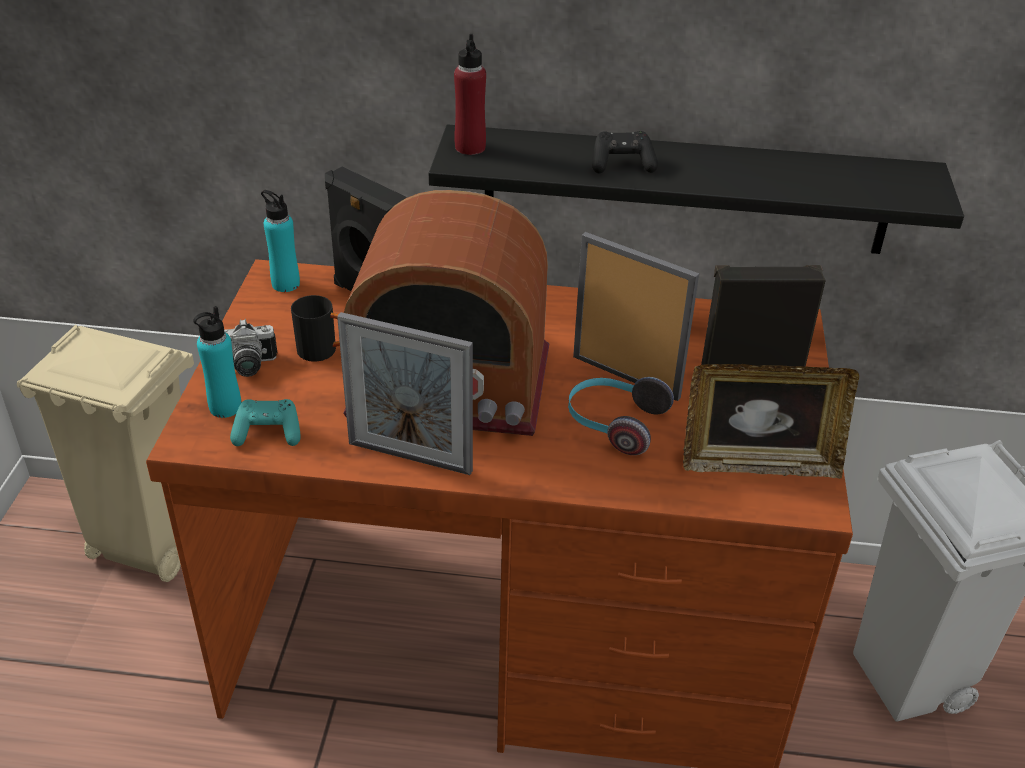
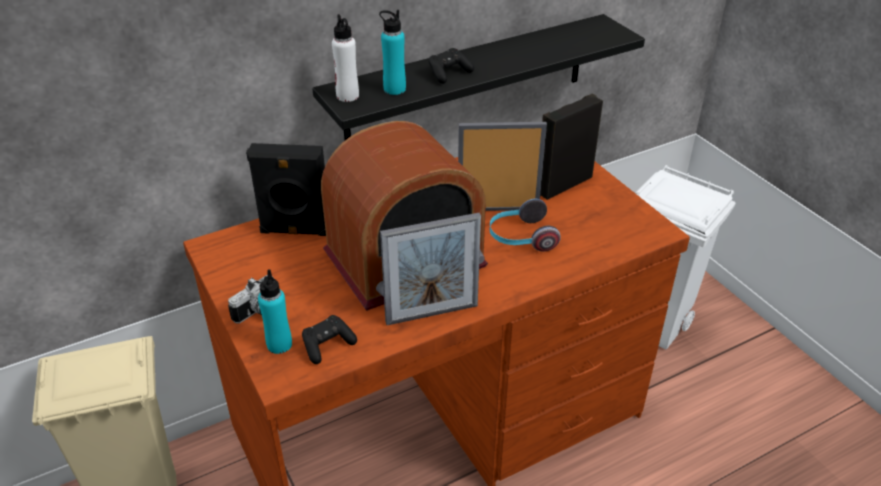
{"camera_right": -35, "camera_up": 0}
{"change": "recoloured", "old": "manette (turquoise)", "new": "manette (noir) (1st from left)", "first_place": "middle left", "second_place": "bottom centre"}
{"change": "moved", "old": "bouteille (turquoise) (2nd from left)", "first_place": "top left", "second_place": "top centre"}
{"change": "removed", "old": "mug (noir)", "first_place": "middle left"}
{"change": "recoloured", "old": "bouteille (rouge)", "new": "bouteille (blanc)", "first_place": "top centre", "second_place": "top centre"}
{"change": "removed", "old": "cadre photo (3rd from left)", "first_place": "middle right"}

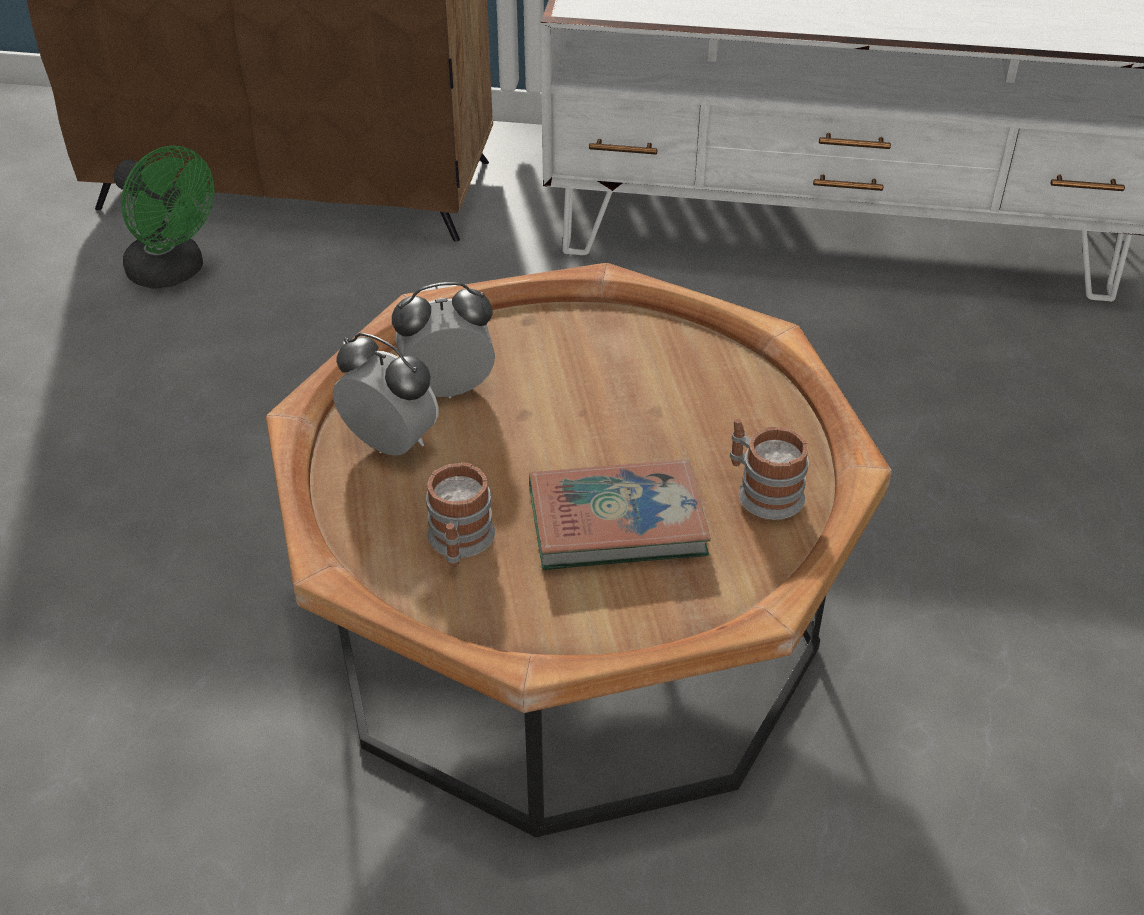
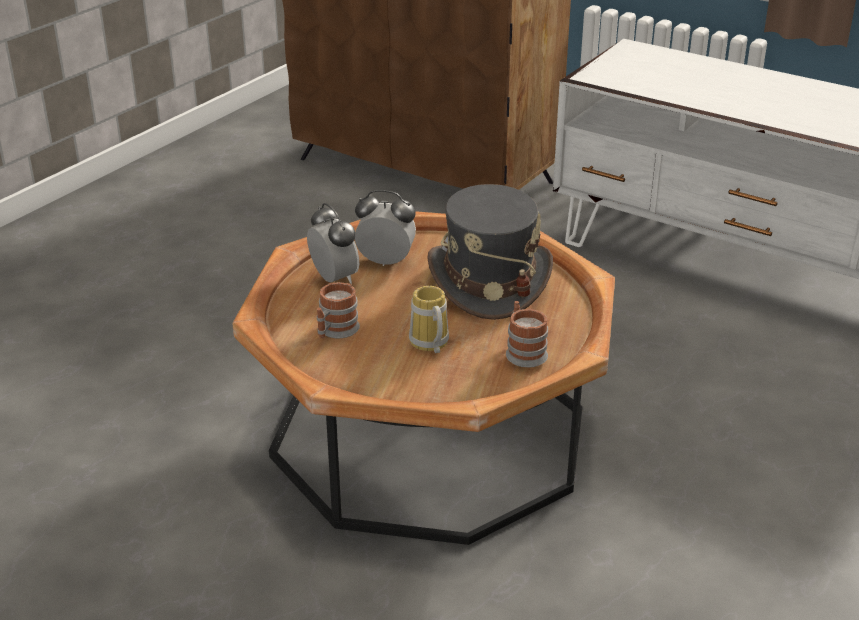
{"camera_right": 25, "camera_up": -10}
{"change": "removed", "old": "ventilateur (vert)", "first_place": "top left"}
{"change": "replaced", "old": "livre", "new": "mug (2nd from left)", "first_place": "centre", "second_place": "centre"}
{"change": "added", "new": "chapeau (gris)", "second_place": "centre"}

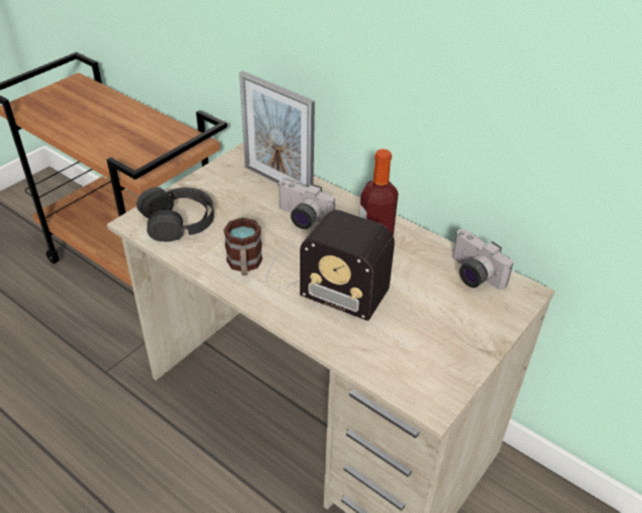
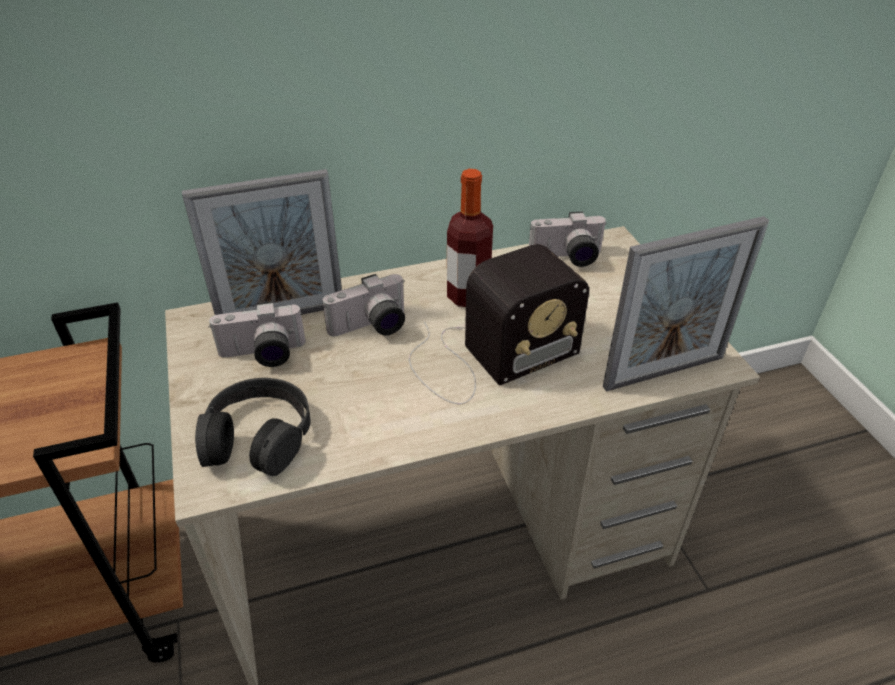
{"camera_right": -55, "camera_up": 0}
{"change": "removed", "old": "mug", "first_place": "centre"}
{"change": "added", "new": "appareil photo (1st from left)", "second_place": "middle left"}
{"change": "added", "new": "cadre photo (2nd from left)", "second_place": "middle right"}

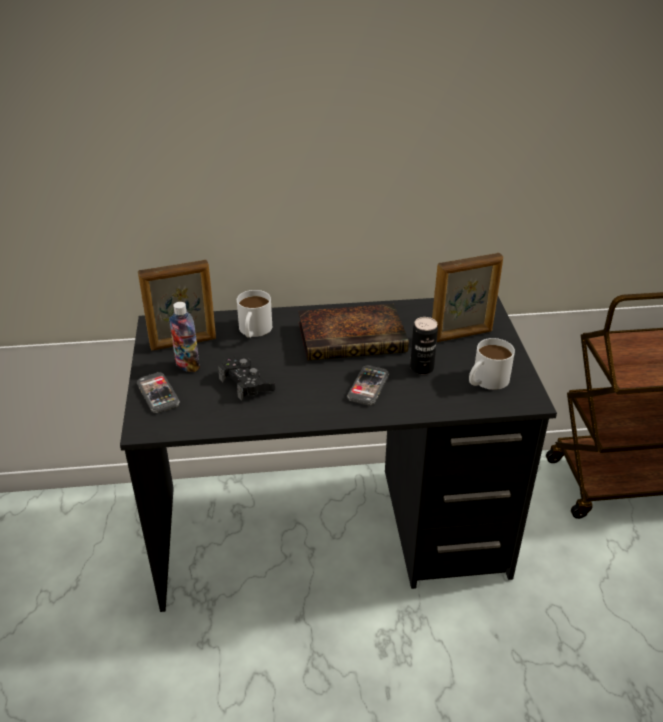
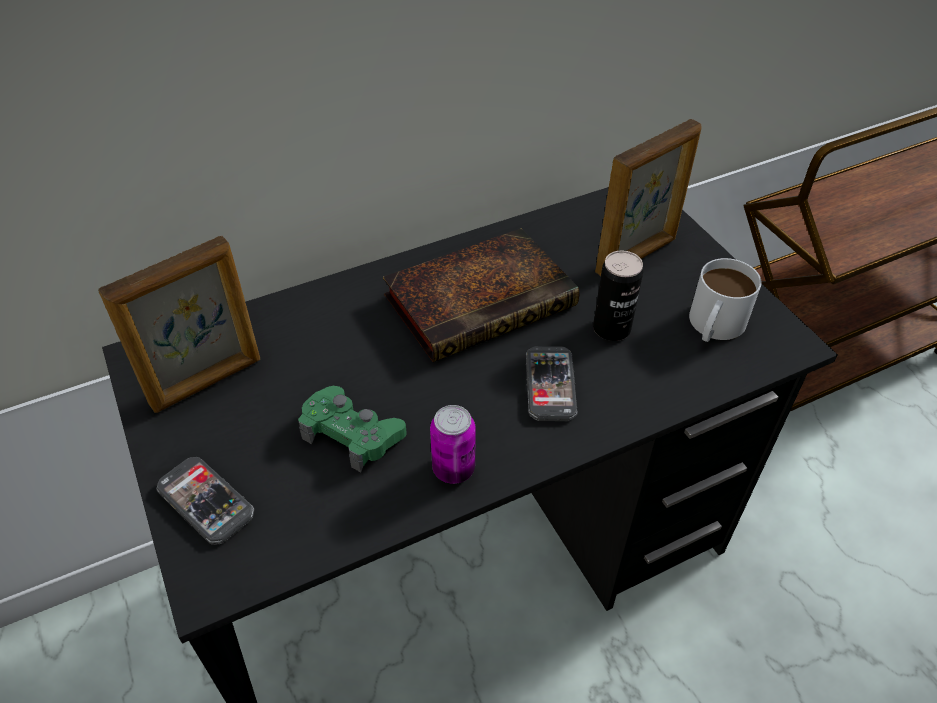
{"camera_right": -20, "camera_up": 10}
{"change": "removed", "old": "bouteille", "first_place": "middle left"}
{"change": "recoloured", "old": "manette (noir)", "new": "manette (vert)", "first_place": "centre", "second_place": "centre"}
{"change": "removed", "old": "mug (blanc) (1st from left)", "first_place": "centre"}
{"change": "added", "new": "boîte métallique (1st from left)", "second_place": "centre"}

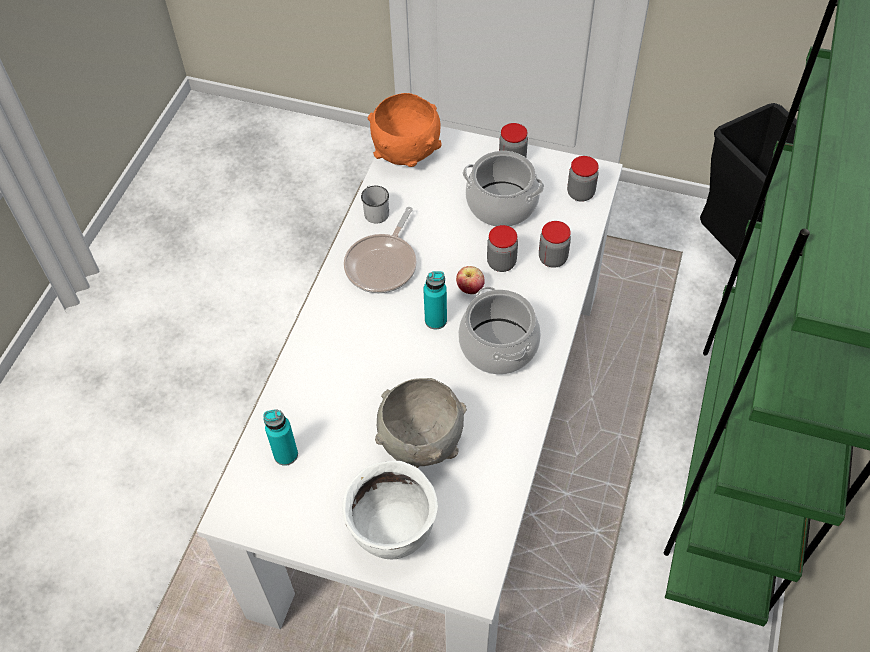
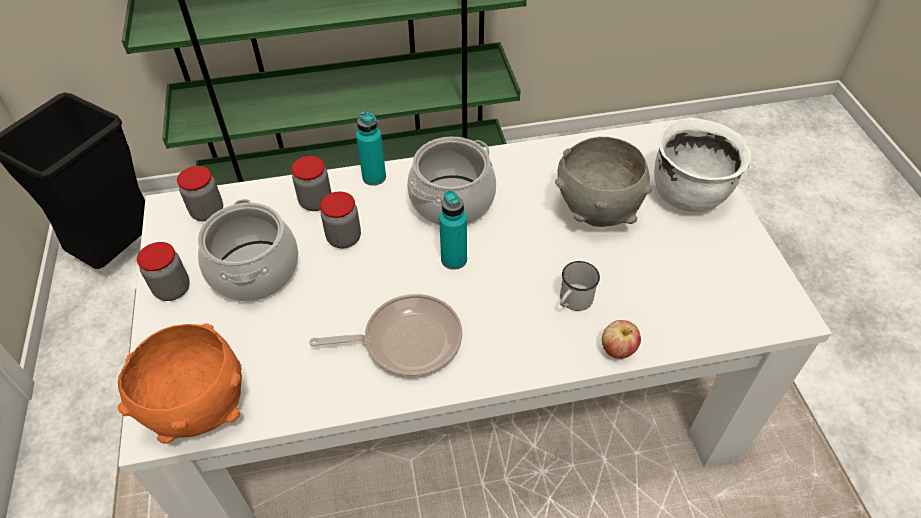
{"camera_right": -120, "camera_up": -5}
{"change": "moved", "old": "bouteille (turquoise) (1st from left)", "first_place": "bottom left", "second_place": "top centre"}
{"change": "moved", "old": "mug (blanc)", "first_place": "top centre", "second_place": "centre"}
{"change": "moved", "old": "pomme", "first_place": "centre", "second_place": "middle right"}

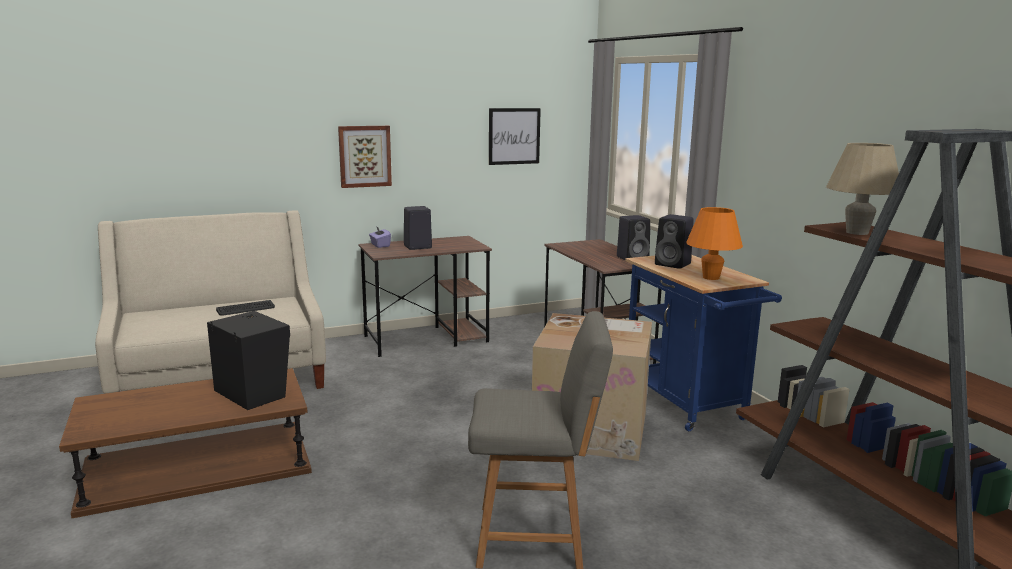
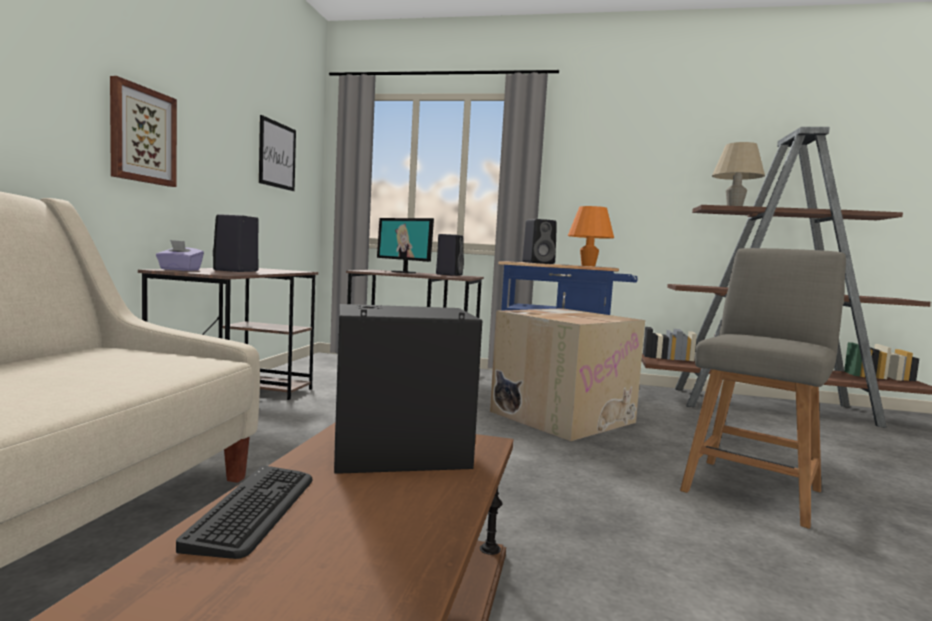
{"camera_right": -55, "camera_up": -10}
{"change": "moved", "old": "clavier", "first_place": "middle left", "second_place": "bottom left"}
{"change": "added", "new": "écran d'ordinateur", "second_place": "centre"}

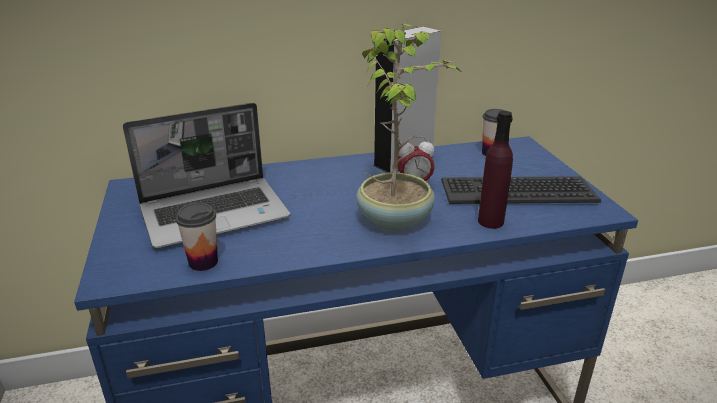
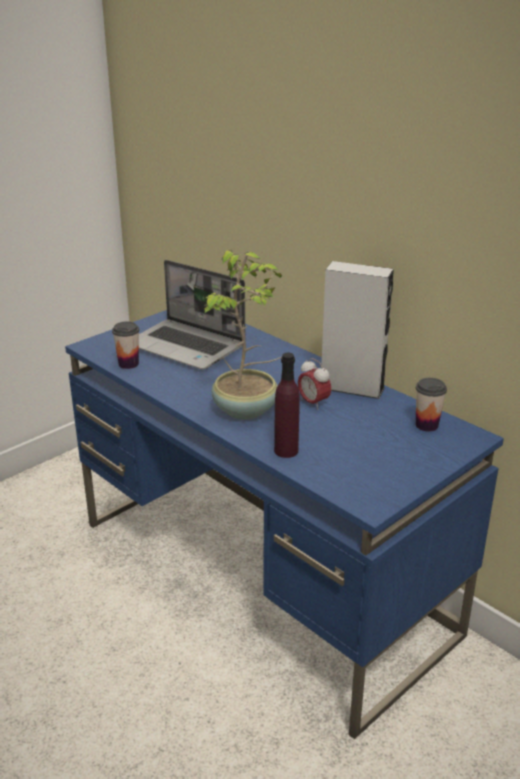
{"camera_right": 60, "camera_up": 0}
{"change": "removed", "old": "clavier", "first_place": "middle right"}

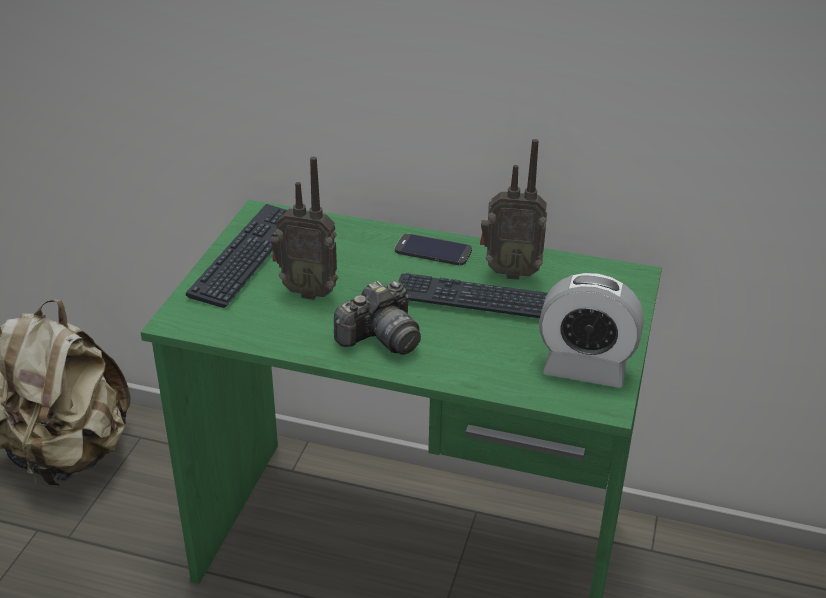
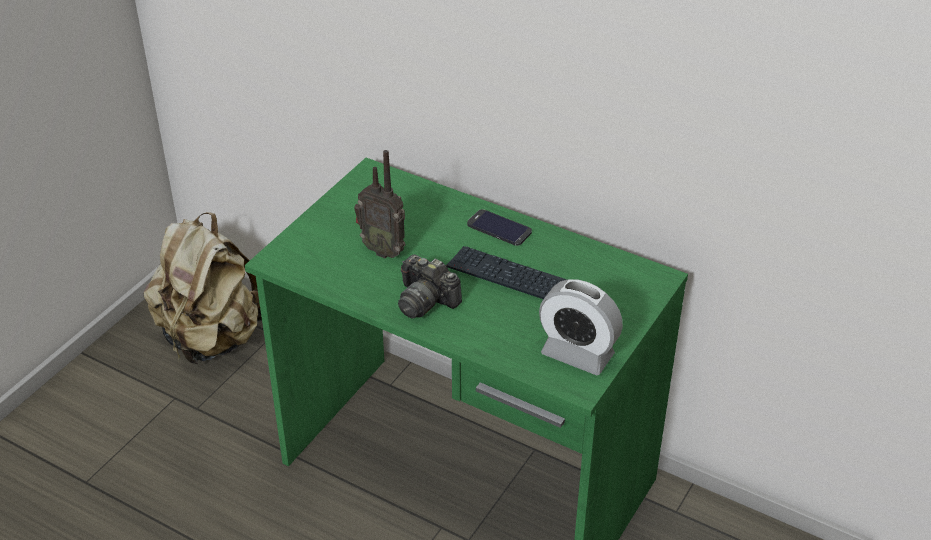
{"camera_right": 15, "camera_up": 5}
{"change": "removed", "old": "clavier (1st from left)", "first_place": "middle left"}
{"change": "turned", "old": "appareil photo", "first_place": "centre", "second_place": "centre", "degrees": 60}
{"change": "removed", "old": "radio (2nd from left)", "first_place": "centre"}

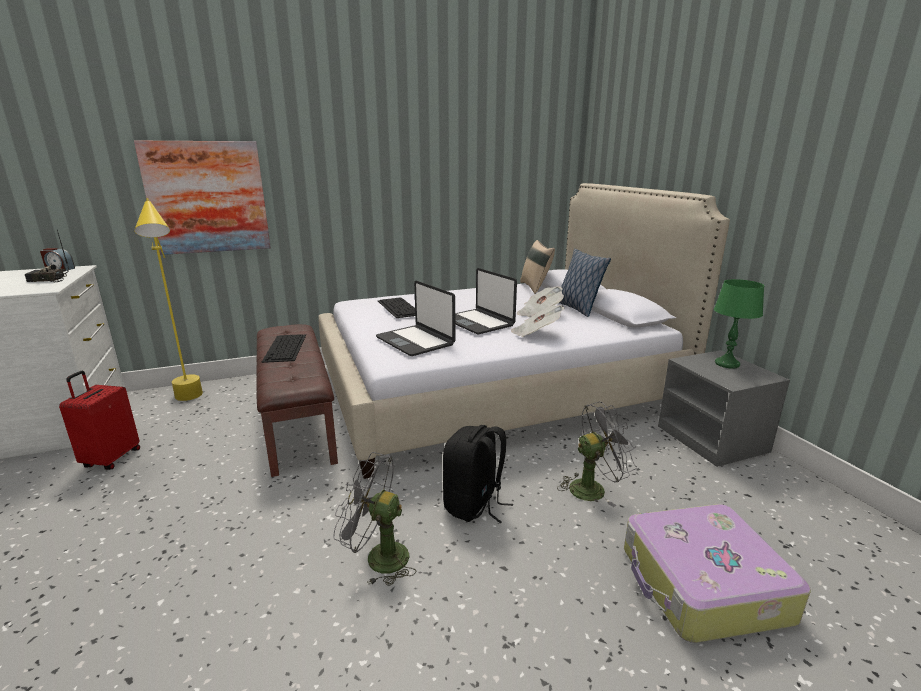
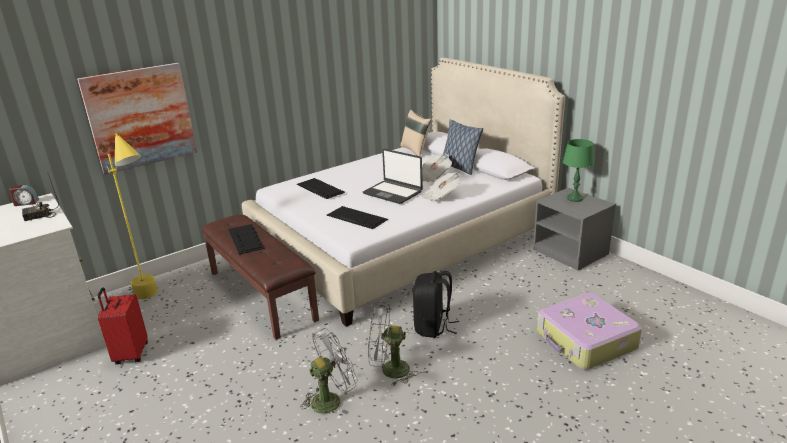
{"camera_right": -15, "camera_up": 5}
{"change": "replaced", "old": "ordinateur portable (1st from left)", "new": "clavier (3rd from left)", "first_place": "centre", "second_place": "centre"}
{"change": "moved", "old": "ventilateur (gris) (2nd from left in the first image)", "new": "ventilateur (gris) (1st from left)", "first_place": "centre", "second_place": "bottom centre"}

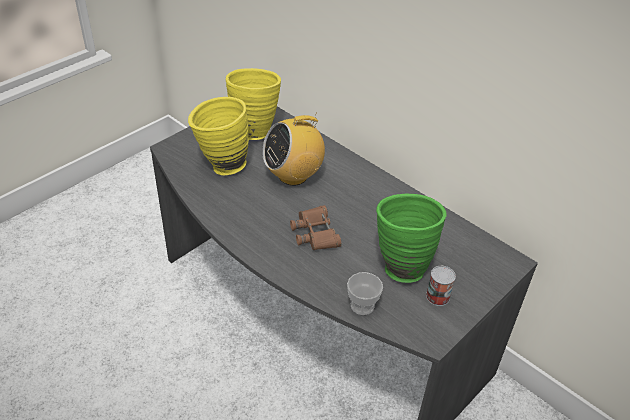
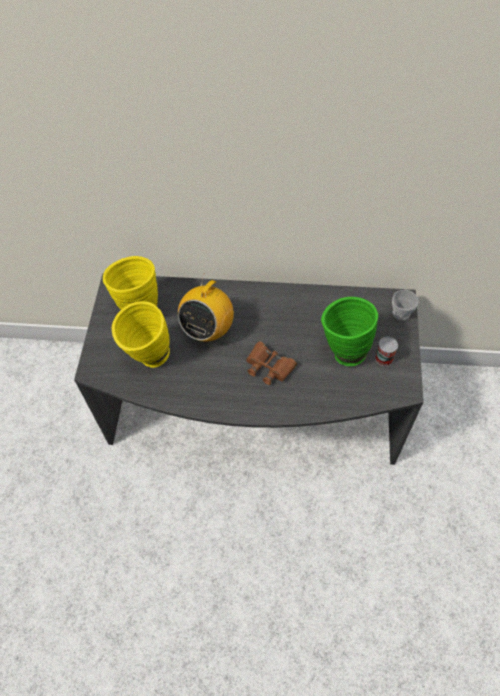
{"camera_right": -35, "camera_up": 15}
{"change": "moved", "old": "tasse", "first_place": "bottom centre", "second_place": "middle right"}

